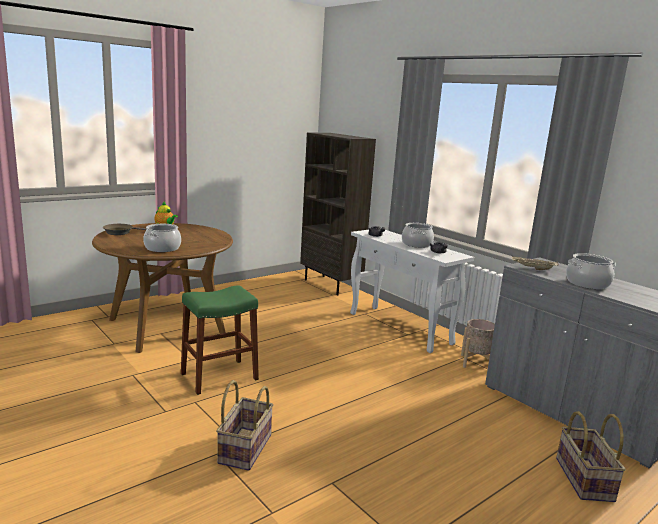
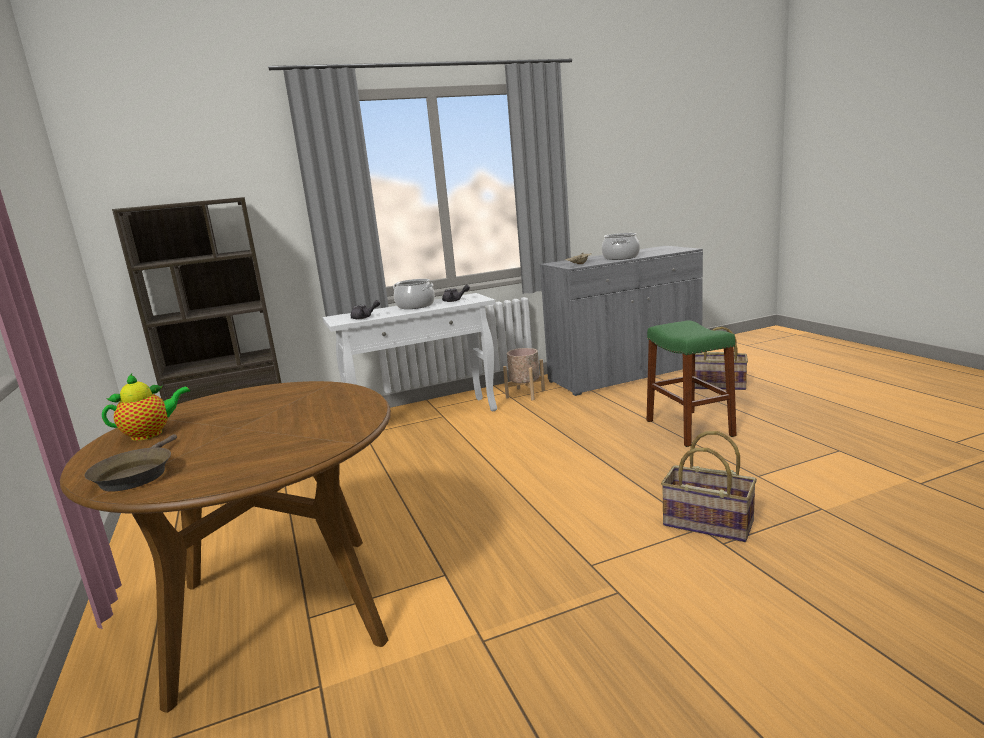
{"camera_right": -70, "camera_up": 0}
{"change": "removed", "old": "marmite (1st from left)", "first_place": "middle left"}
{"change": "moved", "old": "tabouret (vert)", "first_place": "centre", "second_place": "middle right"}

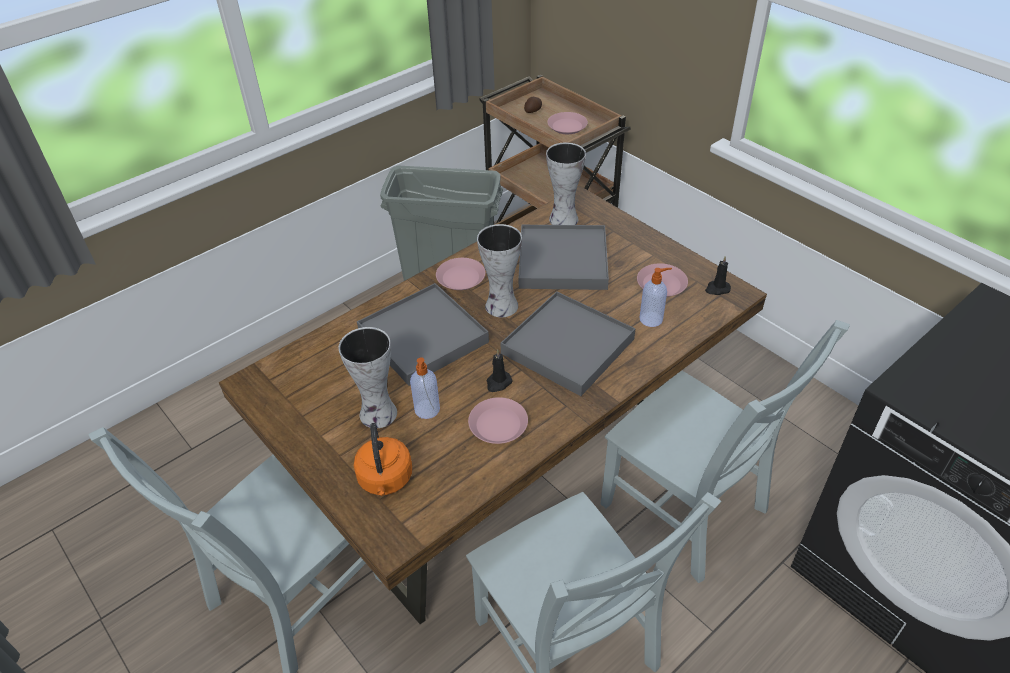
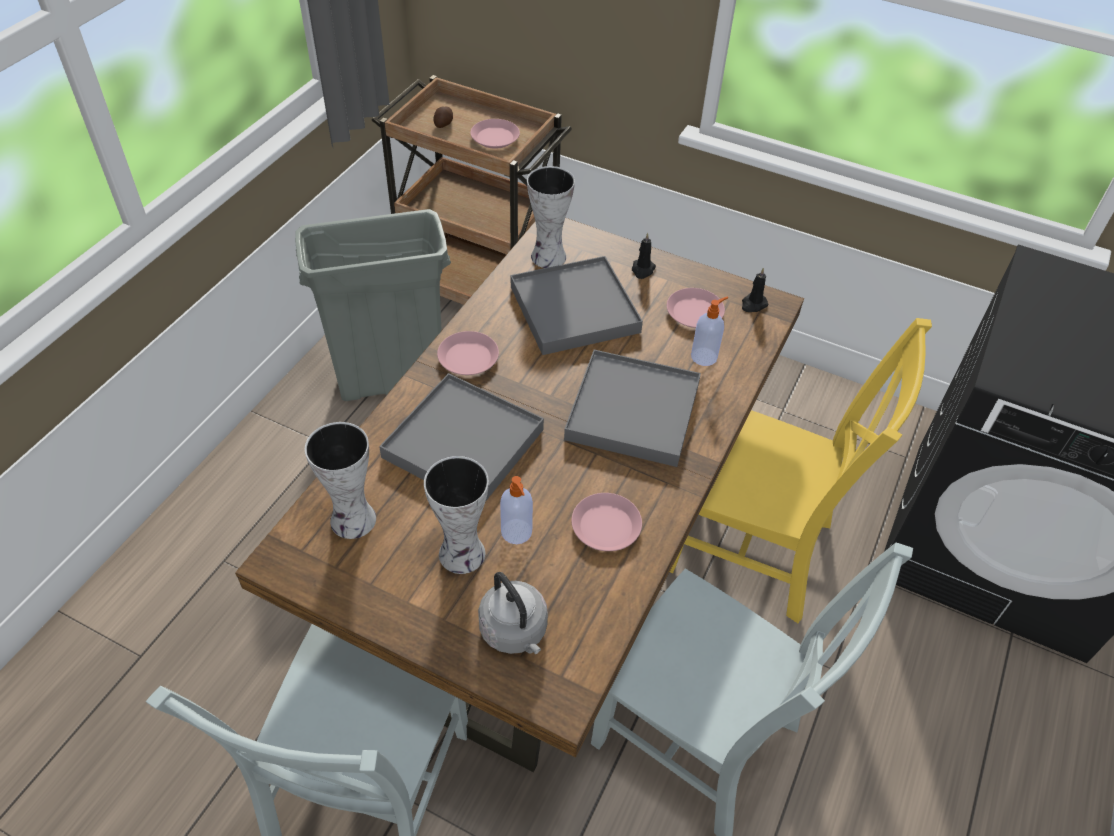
{"camera_right": -25, "camera_up": 5}
{"change": "recoloured", "old": "bouilloire (orange)", "new": "bouilloire (gris)", "first_place": "bottom centre", "second_place": "bottom centre"}
{"change": "moved", "old": "vase (2nd from left in the first image)", "new": "vase (1st from left)", "first_place": "centre", "second_place": "middle left"}
{"change": "moved", "old": "bougie (noir) (1st from left)", "first_place": "centre", "second_place": "top centre"}
{"change": "recoloured", "old": "chaise (gris) (3rd from left)", "new": "chaise (jaune)", "first_place": "bottom right", "second_place": "middle right"}

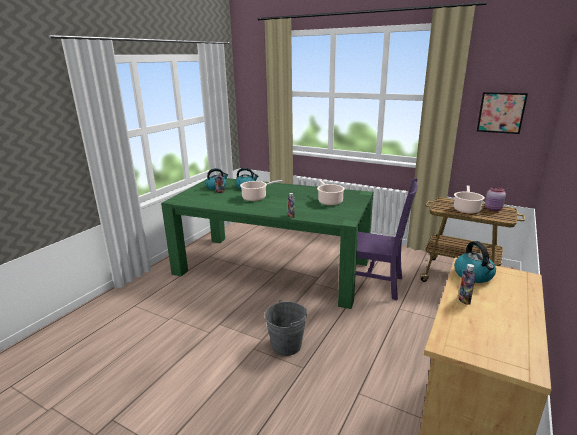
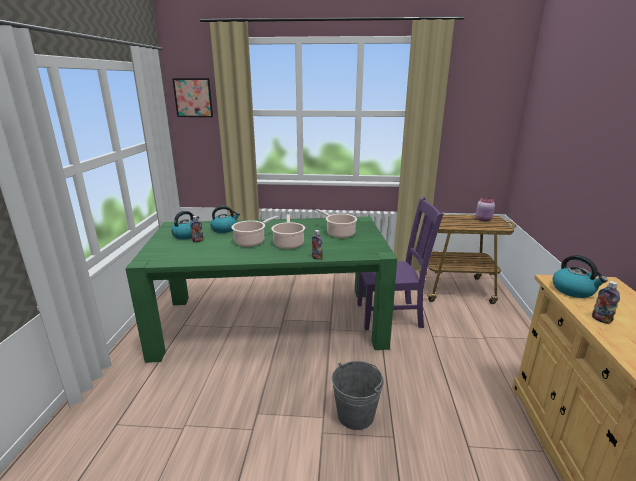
{"camera_right": -25, "camera_up": 0}
{"change": "moved", "old": "marmite (3rd from left in the first image)", "new": "marmite (2nd from left)", "first_place": "middle right", "second_place": "centre"}
{"change": "moved", "old": "tableau", "first_place": "top right", "second_place": "top left"}

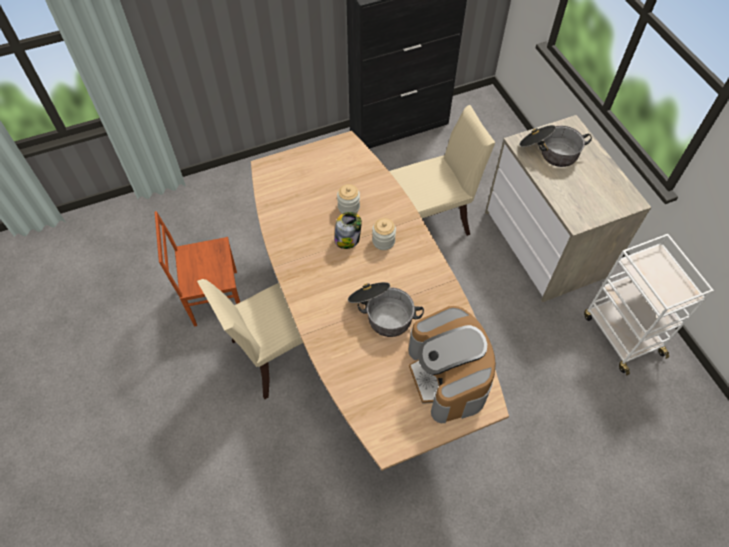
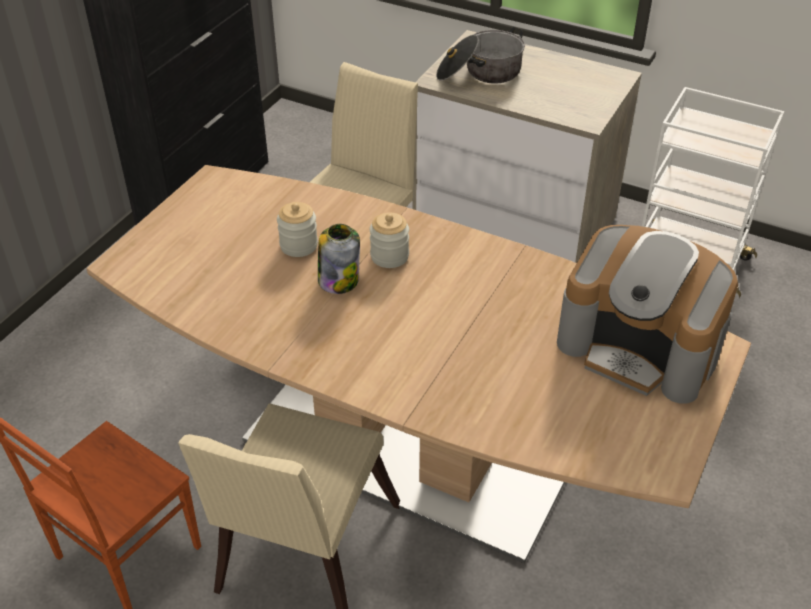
{"camera_right": -40, "camera_up": -15}
{"change": "removed", "old": "marmite (1st from left)", "first_place": "centre"}

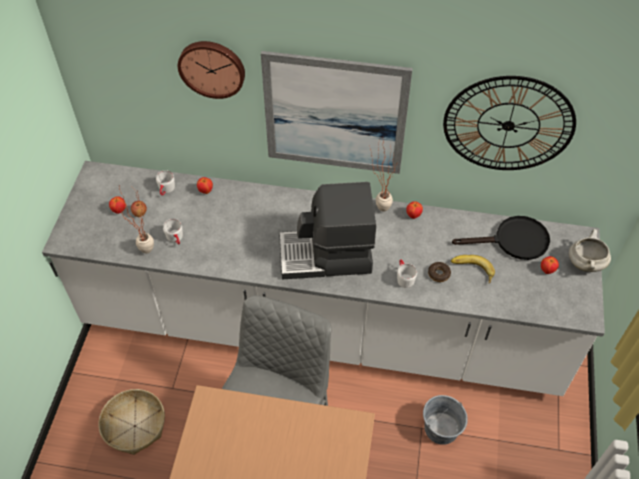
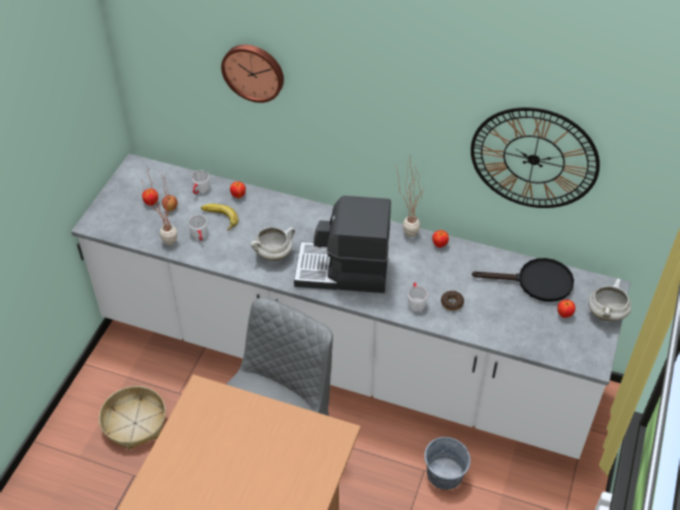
{"camera_right": 10, "camera_up": -5}
{"change": "removed", "old": "tableau", "first_place": "top centre"}
{"change": "moved", "old": "banane", "first_place": "middle right", "second_place": "middle left"}
{"change": "added", "new": "marmite (blanc) (1st from left)", "second_place": "centre"}

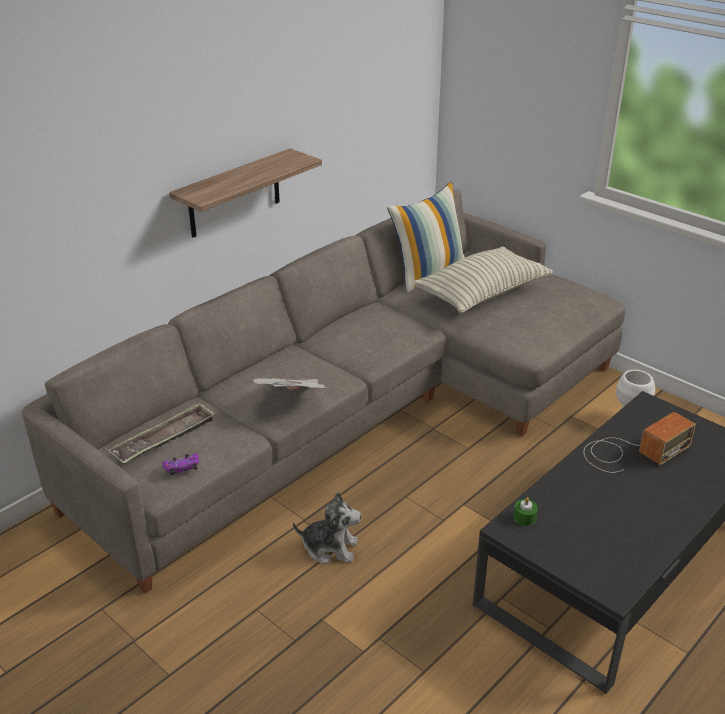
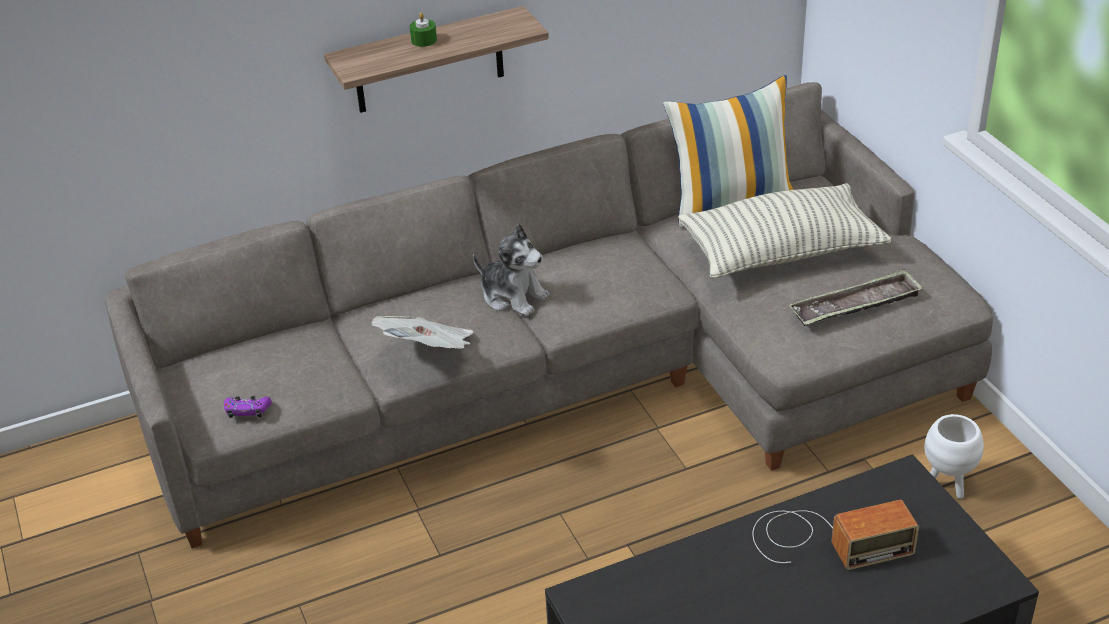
{"camera_right": 25, "camera_up": 5}
{"change": "moved", "old": "plateau", "first_place": "middle left", "second_place": "middle right"}
{"change": "moved", "old": "peluche", "first_place": "bottom centre", "second_place": "centre"}
{"change": "moved", "old": "bougie (vert)", "first_place": "bottom right", "second_place": "top centre"}

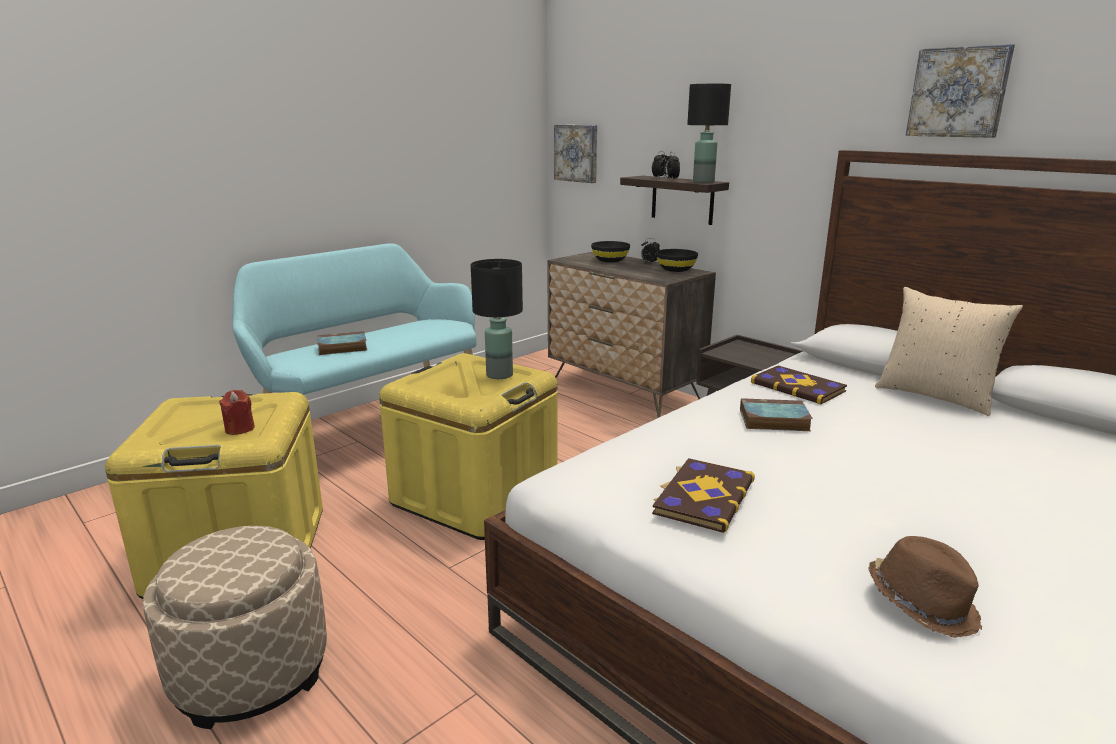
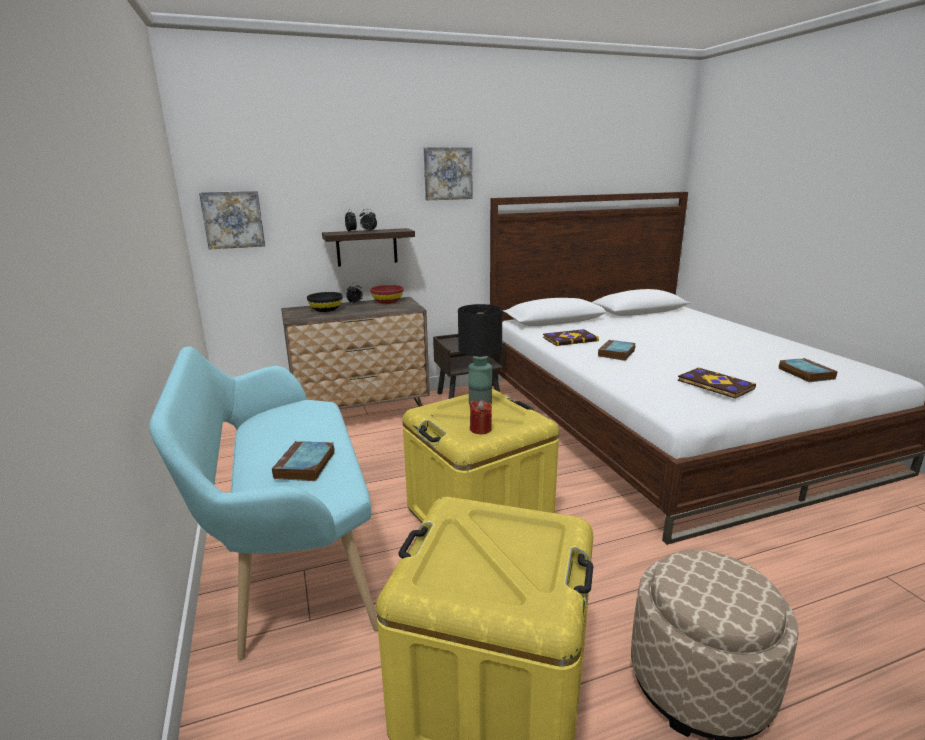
{"camera_right": -65, "camera_up": 0}
{"change": "moved", "old": "bougie (rouge)", "first_place": "middle left", "second_place": "centre"}
{"change": "recoloured", "old": "bol (noir) (2nd from left)", "new": "bol (rouge)", "first_place": "centre", "second_place": "centre"}
{"change": "removed", "old": "lampe de table (noir) (2nd from left)", "first_place": "top centre"}
{"change": "replaced", "old": "chapeau (marron)", "new": "livre (5th from left)", "first_place": "bottom right", "second_place": "middle right"}
{"change": "removed", "old": "coussin (beige)", "first_place": "middle right"}
{"change": "moved", "old": "tableau (2nd from left)", "first_place": "top right", "second_place": "top centre"}

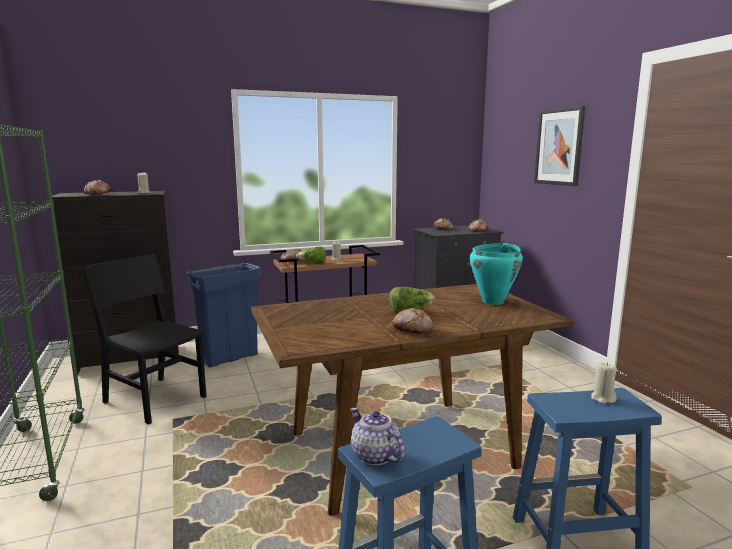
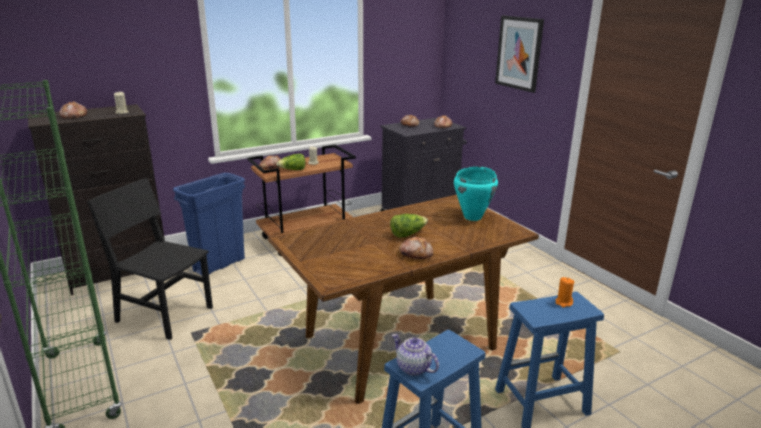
{"camera_right": -10, "camera_up": 10}
{"change": "recoloured", "old": "bougie (beige) (3rd from left)", "new": "bougie (orange)", "first_place": "bottom right", "second_place": "bottom right"}

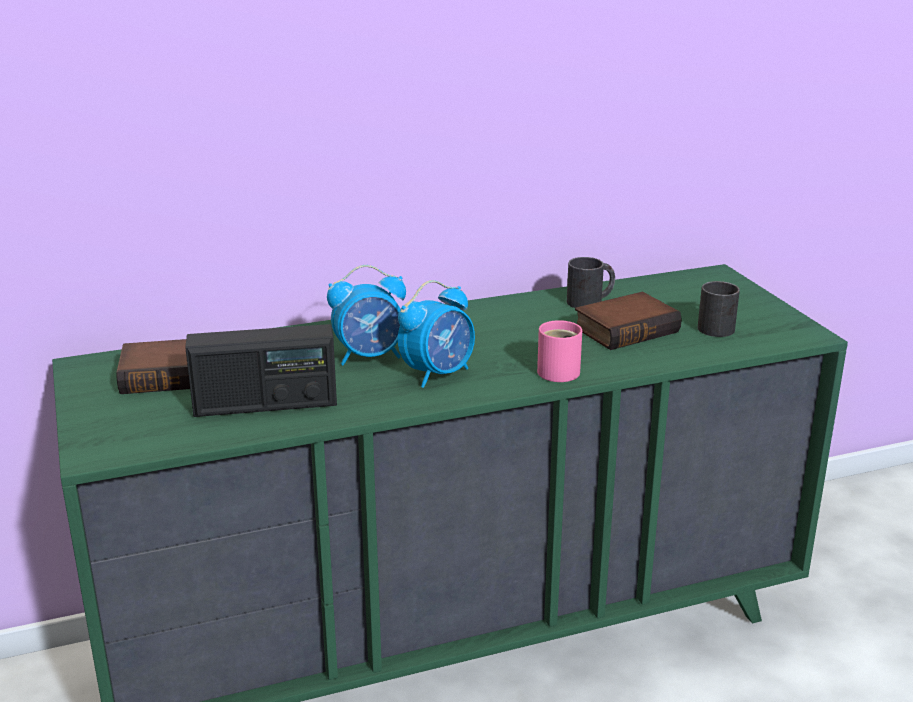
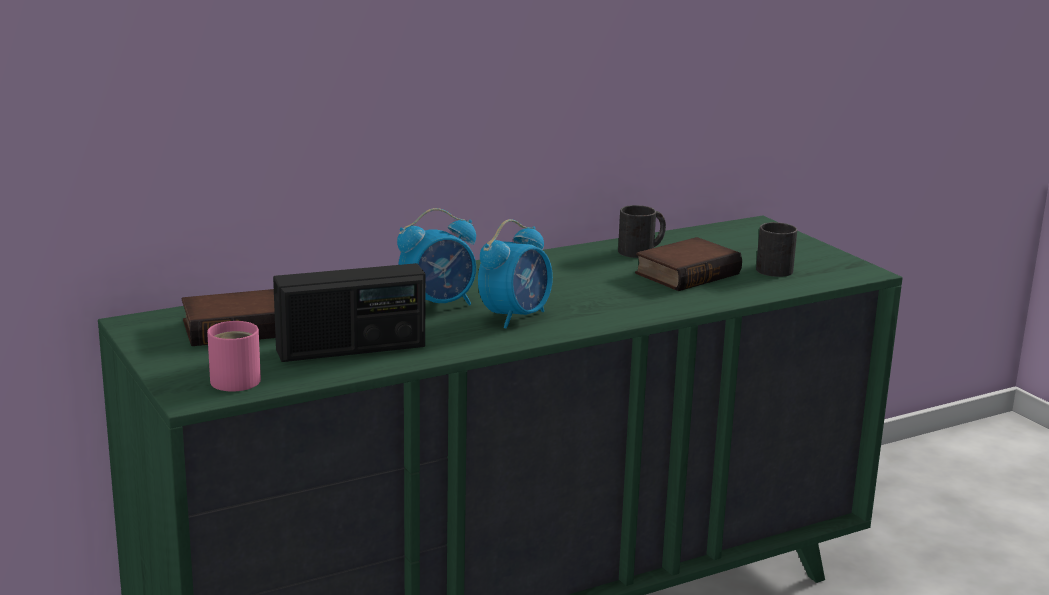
{"camera_right": -10, "camera_up": -5}
{"change": "moved", "old": "mug (rose)", "first_place": "centre", "second_place": "middle left"}

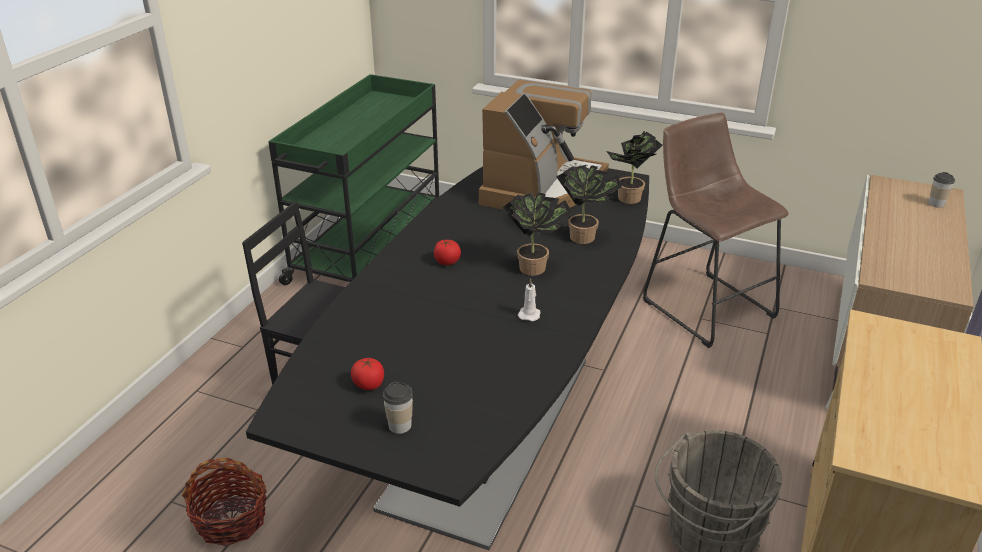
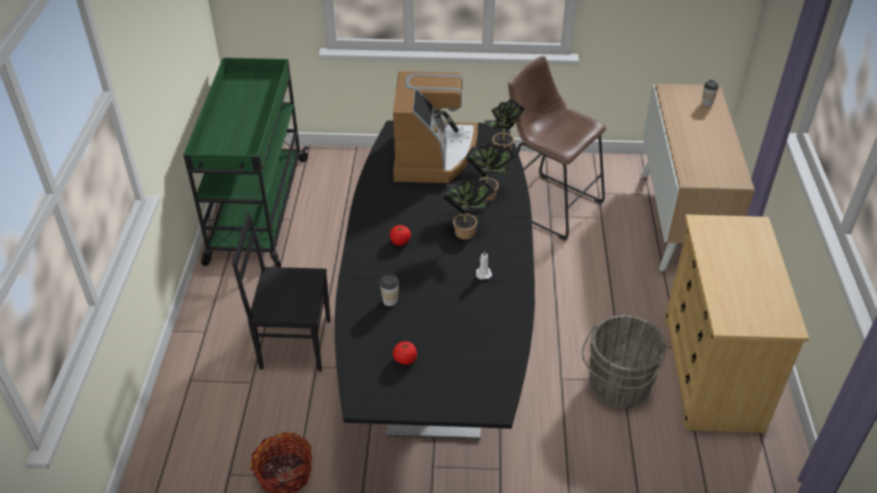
{"camera_right": -20, "camera_up": 10}
{"change": "moved", "old": "tasse (1st from left)", "first_place": "bottom centre", "second_place": "centre"}

